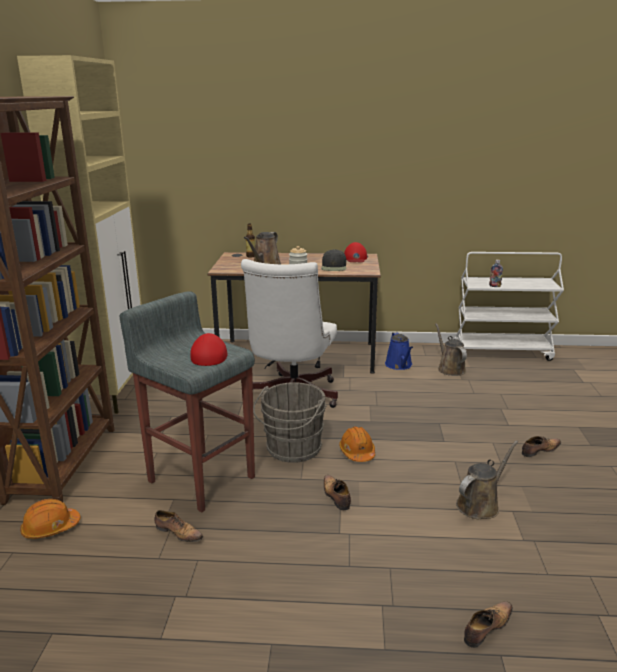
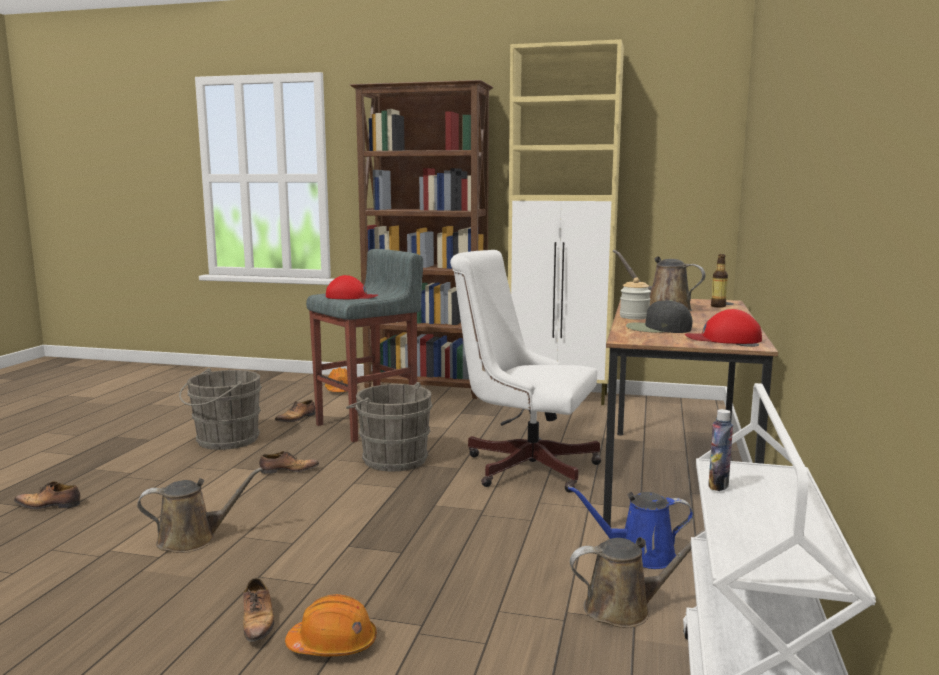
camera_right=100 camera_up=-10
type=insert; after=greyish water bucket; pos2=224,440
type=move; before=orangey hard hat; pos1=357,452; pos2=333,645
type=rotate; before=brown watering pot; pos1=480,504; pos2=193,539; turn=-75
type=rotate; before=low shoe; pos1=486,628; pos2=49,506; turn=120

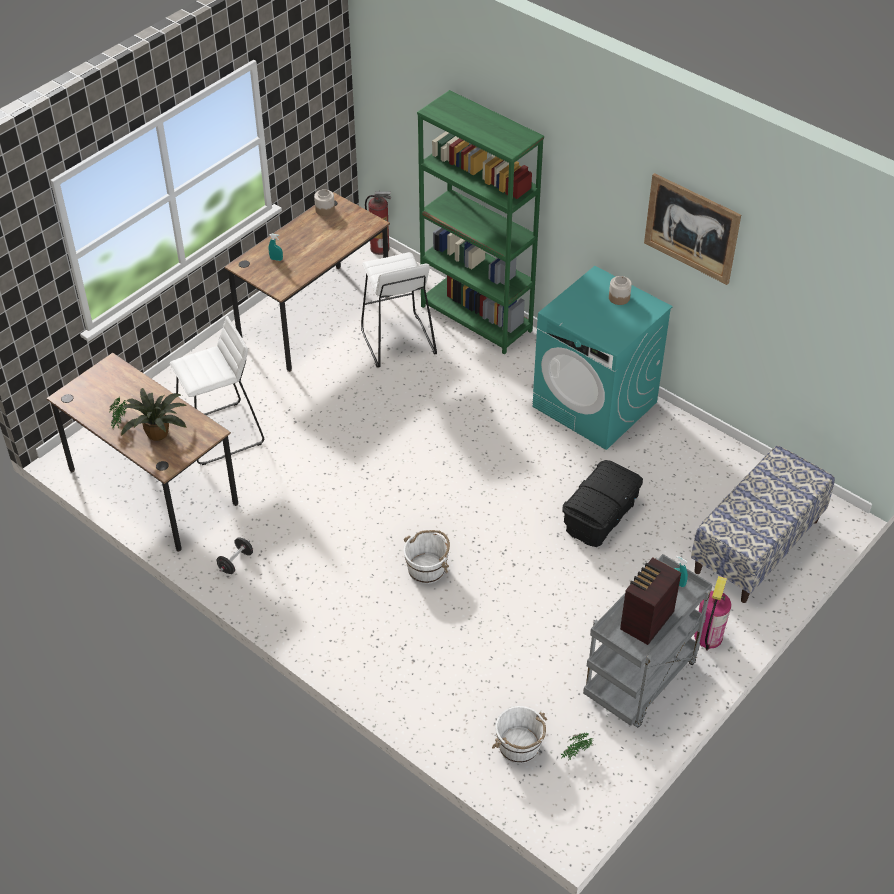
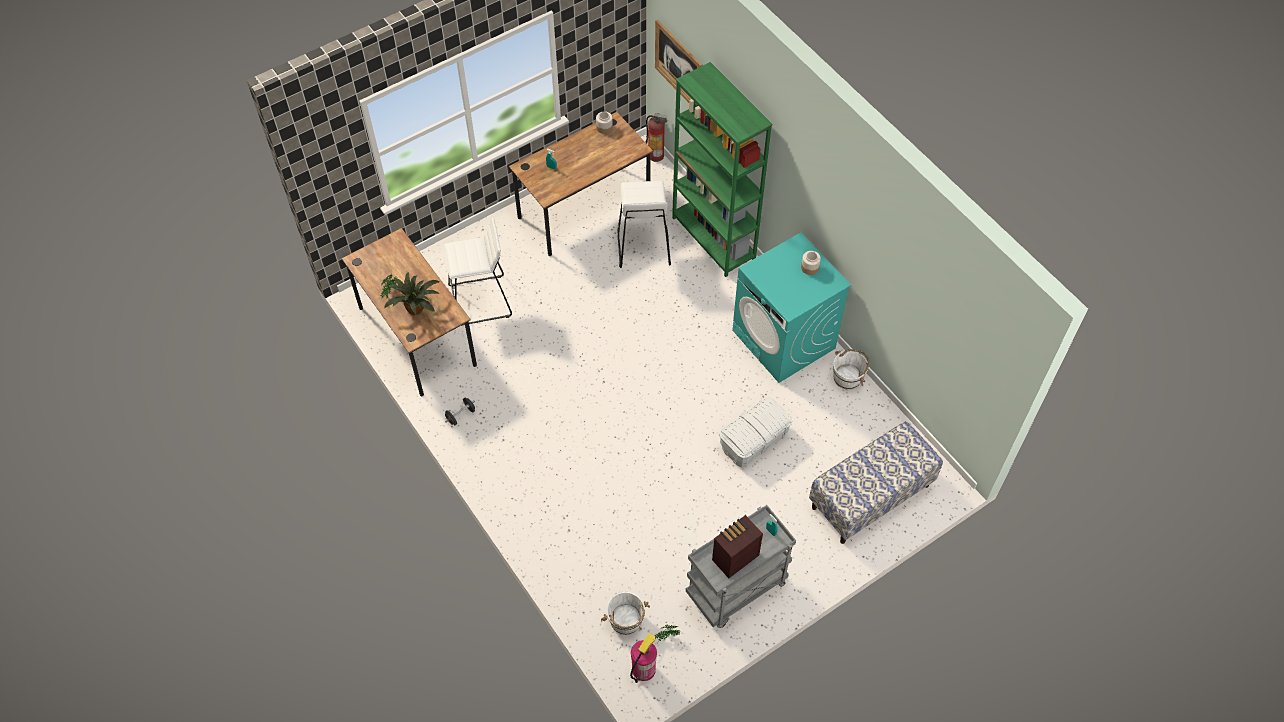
camera_right=15 camera_up=10
type=move; before=white-coloured water bucket; pos1=427,569; pos2=848,377
type=move; before=picture; pos1=691,228; pos2=679,65
type=move; before=fire extinguisher; pos1=708,636; pos2=643,669
type=recolor; before=black storage box; after=white-coloured storage box; pos1=600,516; pos2=754,441

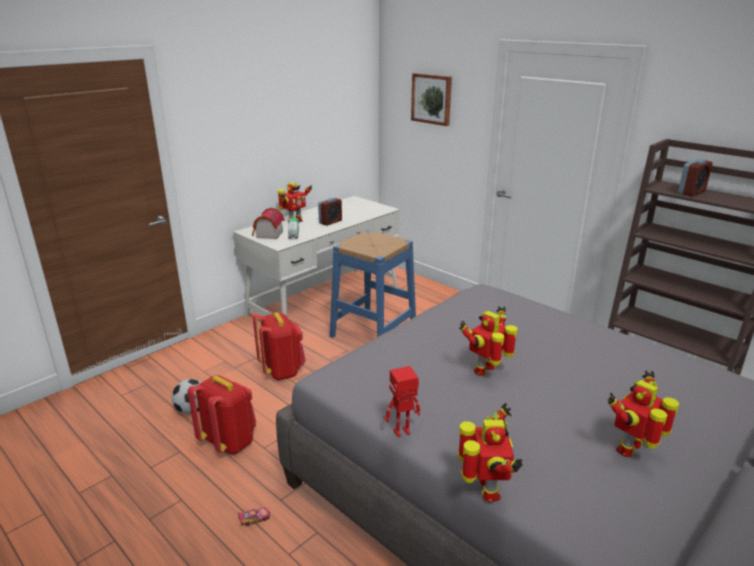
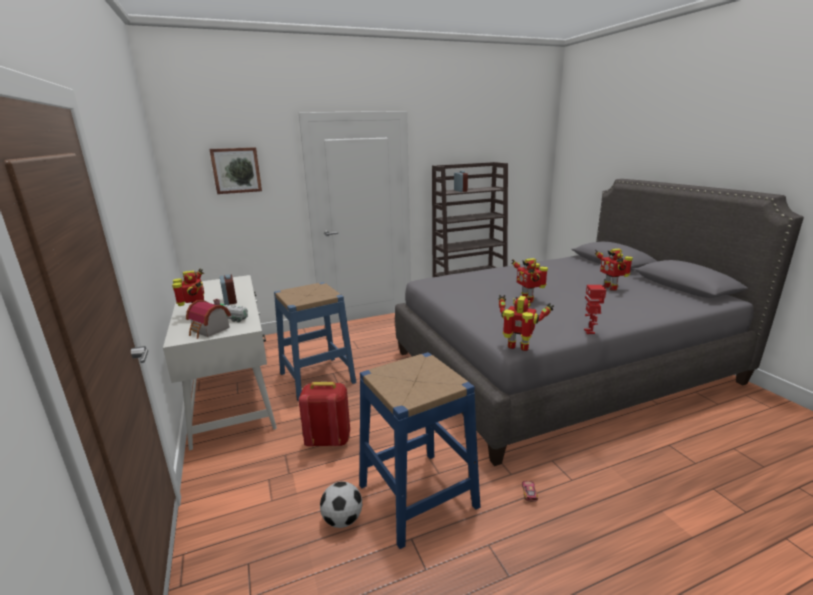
camera_right=-65 camera_up=-5
type=move; before=model robot; pos1=486,491; pos2=518,348
type=replace; before=reddish knapsack; after=bluish sitting stool; pos1=229,442; pos2=417,495

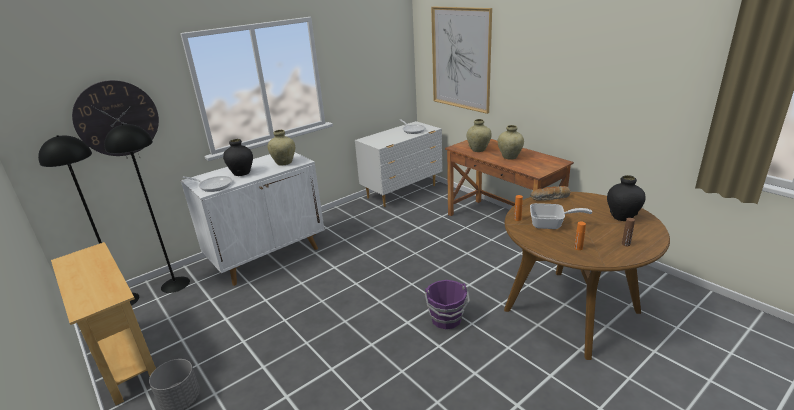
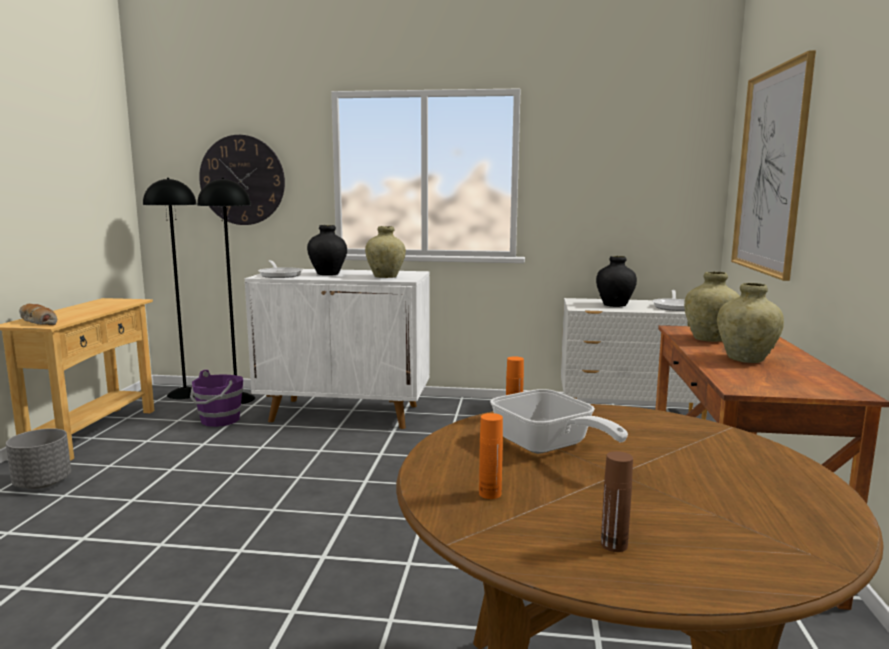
camera_right=45 camera_up=-15
type=move; before=purple-coloured water bucket; pos1=446,319; pos2=219,420
type=move; before=bread; pos1=550,198; pos2=37,322
type=move; before=black vase; pos1=622,217; pos2=615,305

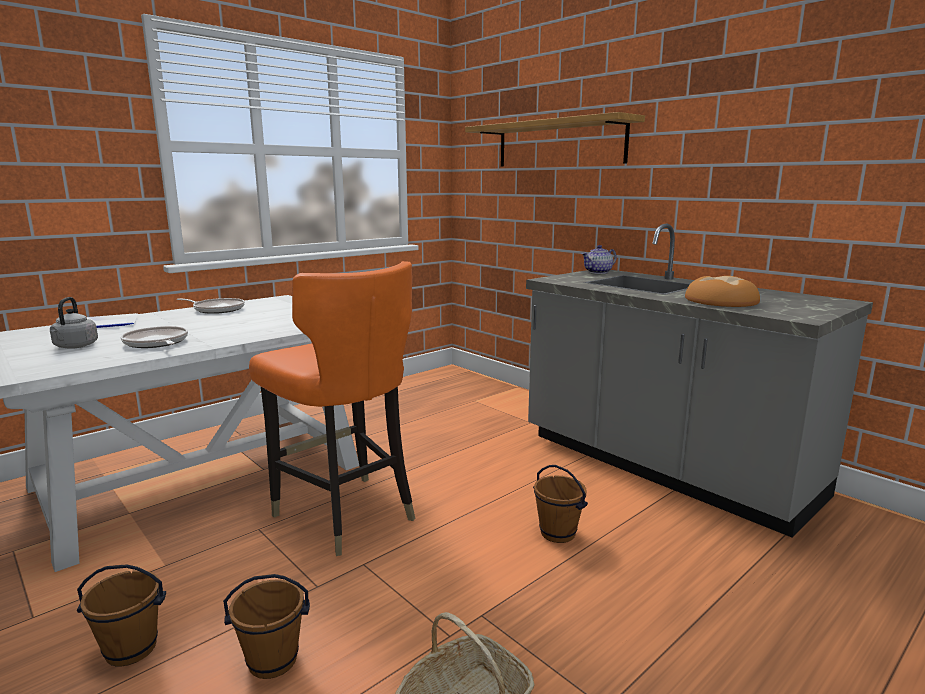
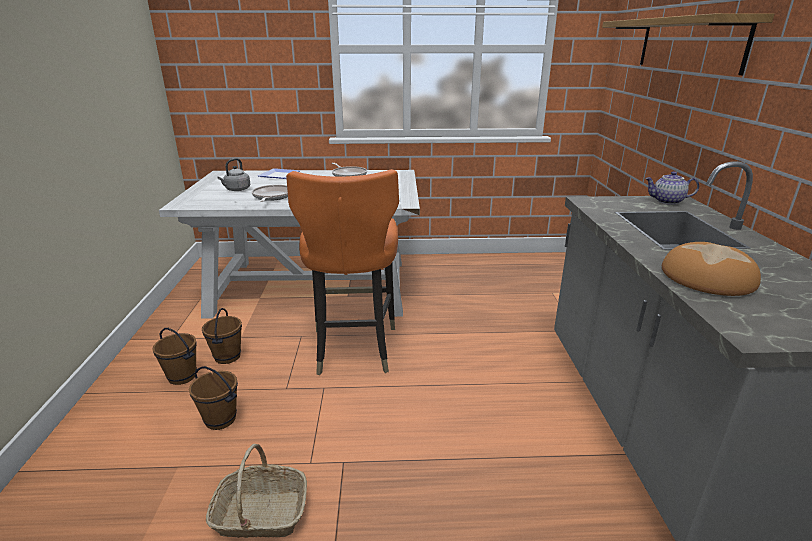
camera_right=40 camera_up=10
type=move; before=brown water bucket; pos1=558,533; pos2=228,357

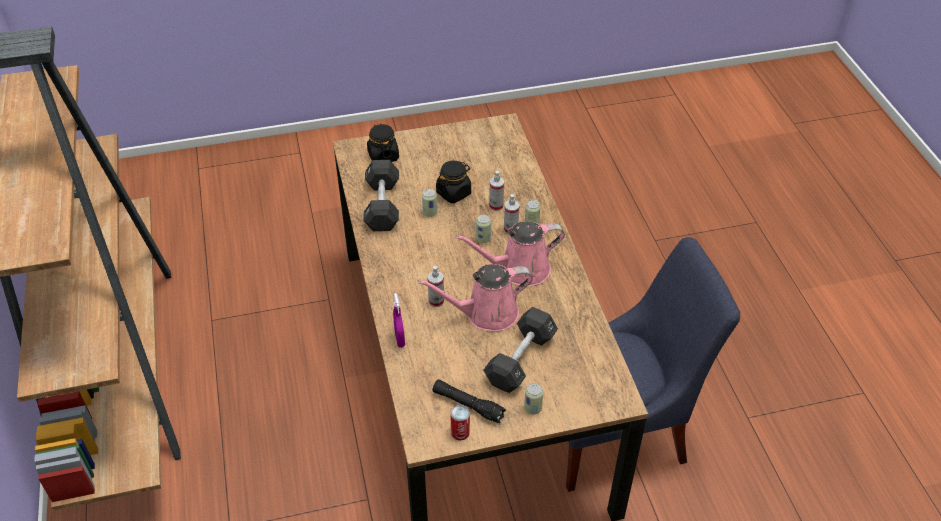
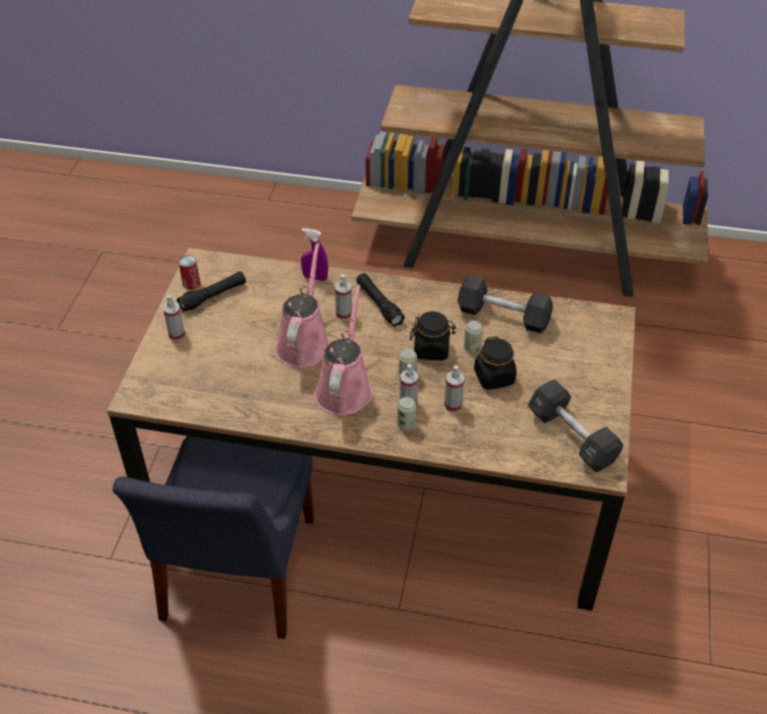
camera_right=115 camera_up=0
type=insert; after=black torch; pos2=379,304
type=move; before=black jar; pos1=383,156; pos2=432,349
type=move; before=black hand weight; pos1=520,359; pos2=572,437
type=replace; before=sealed can; after=sprayer; pos1=532,408; pos2=176,335

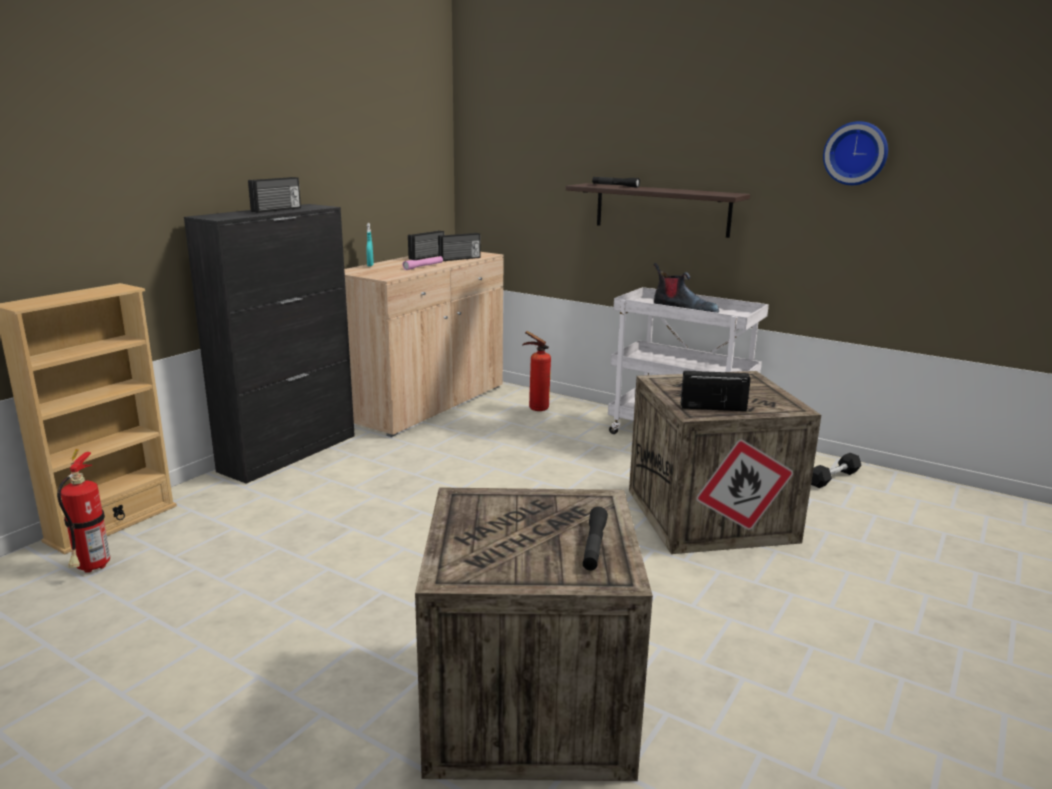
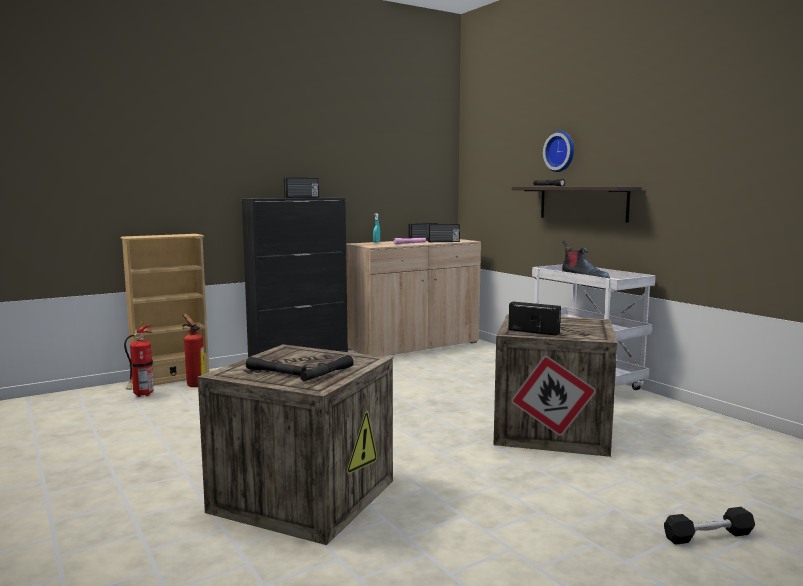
camera_right=25 camera_up=-10
type=insert; after=black torch; pos2=276,373
type=move; before=fire extinguisher; pos1=535,408; pos2=194,385
type=move; before=black hand weight; pos1=833,478; pos2=708,536
type=move; before=wall clock; pos1=856,153; pos2=561,151

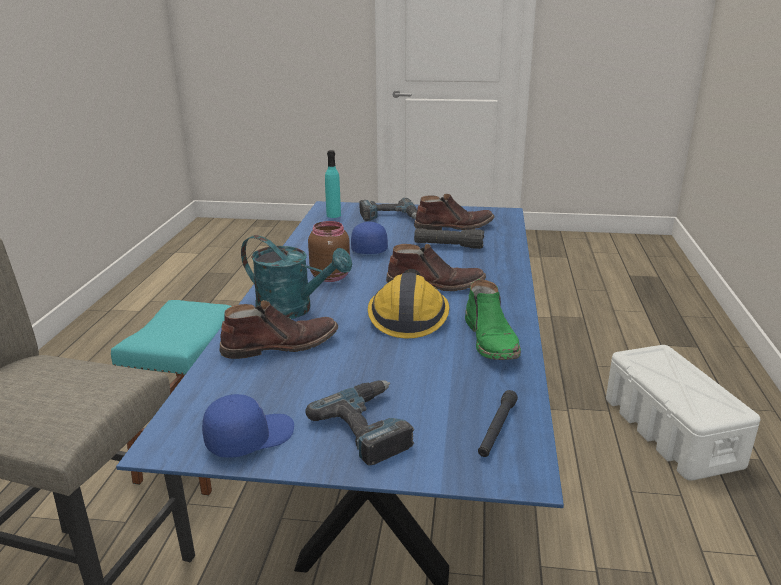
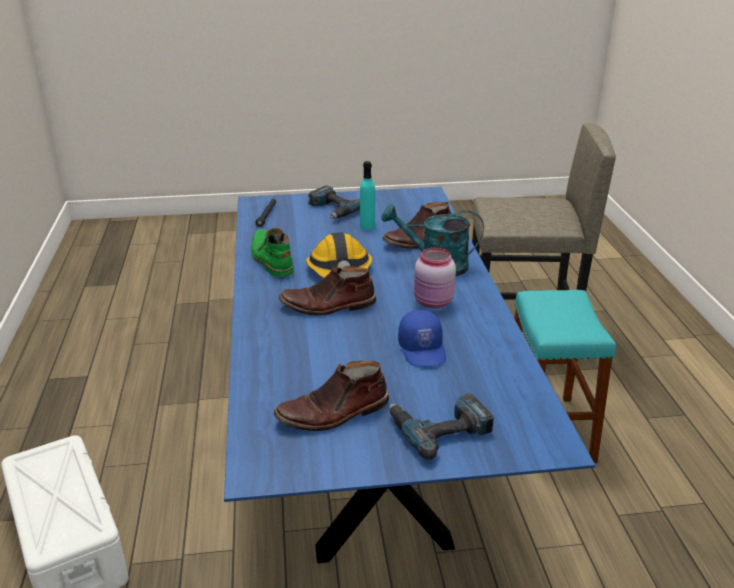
camera_right=165 camera_up=5
type=delete; before=bluish peaked cap; pos1=249,437
type=delete; before=black torch; pos1=448,246
type=move; before=turquoise-coloured drink bottle; pos1=333,215; pos2=367,226
type=recolor; before=brown jar; after=pink jar; pos1=331,276; pos2=433,302

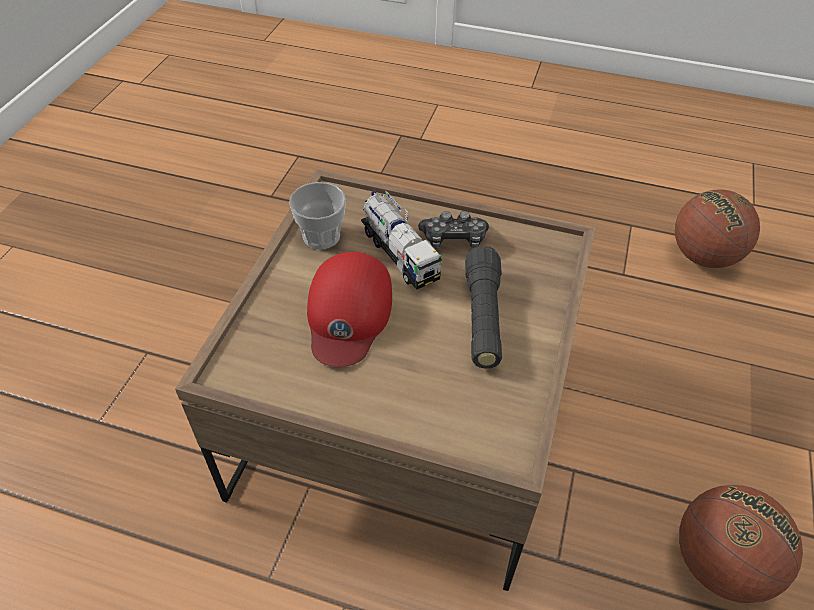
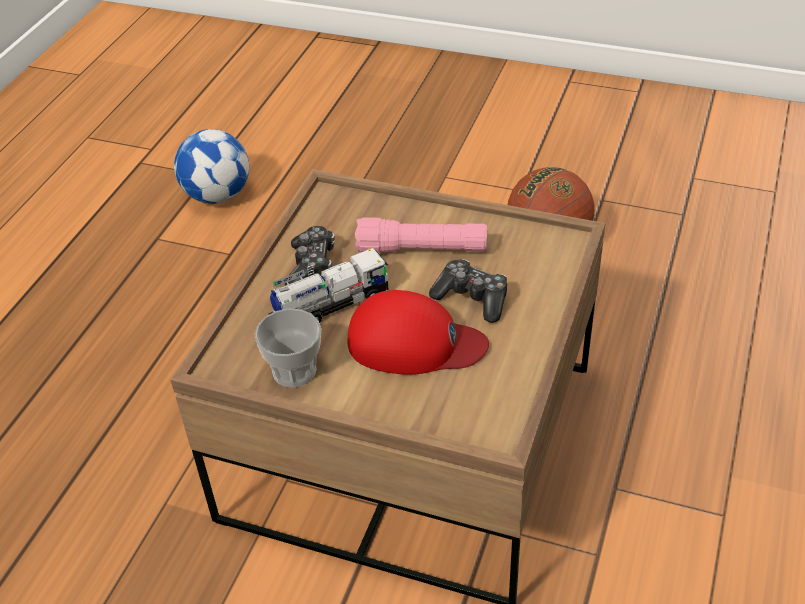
camera_right=-85 camera_up=-5
type=insert; after=gamepad; pos2=472,298
type=replace; before=basketball ball; after=football; pos1=703,256; pos2=217,195
type=recolor; before=black torch; after=pink torch; pos1=482,317; pos2=422,249

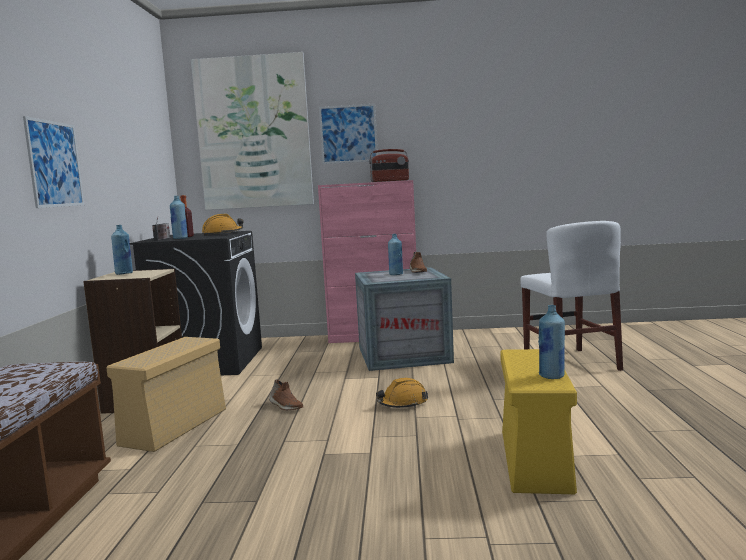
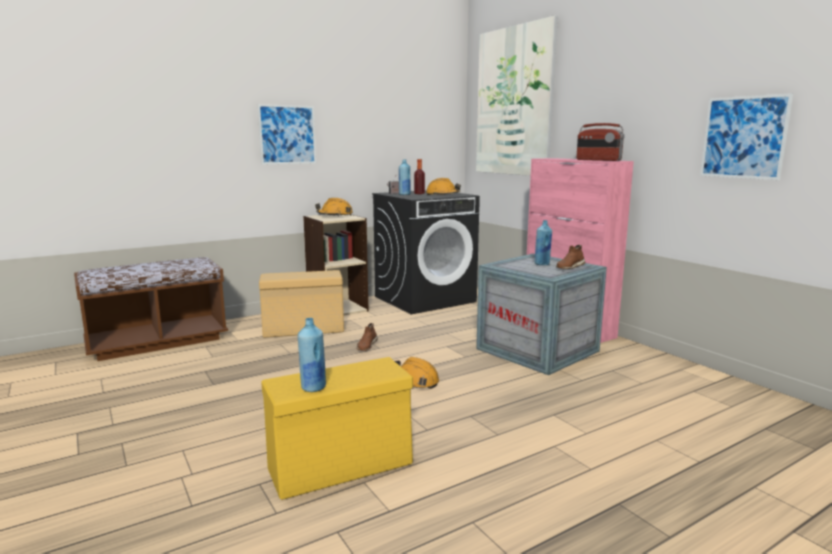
camera_right=55 camera_up=5
type=delete; before=white-coloured plain chair; pos1=570,363
type=move; before=picture; pos1=348,134; pos2=743,137
type=replace; before=bluish drink bottle; after=orangey hard hat; pos1=124,273; pos2=335,215

